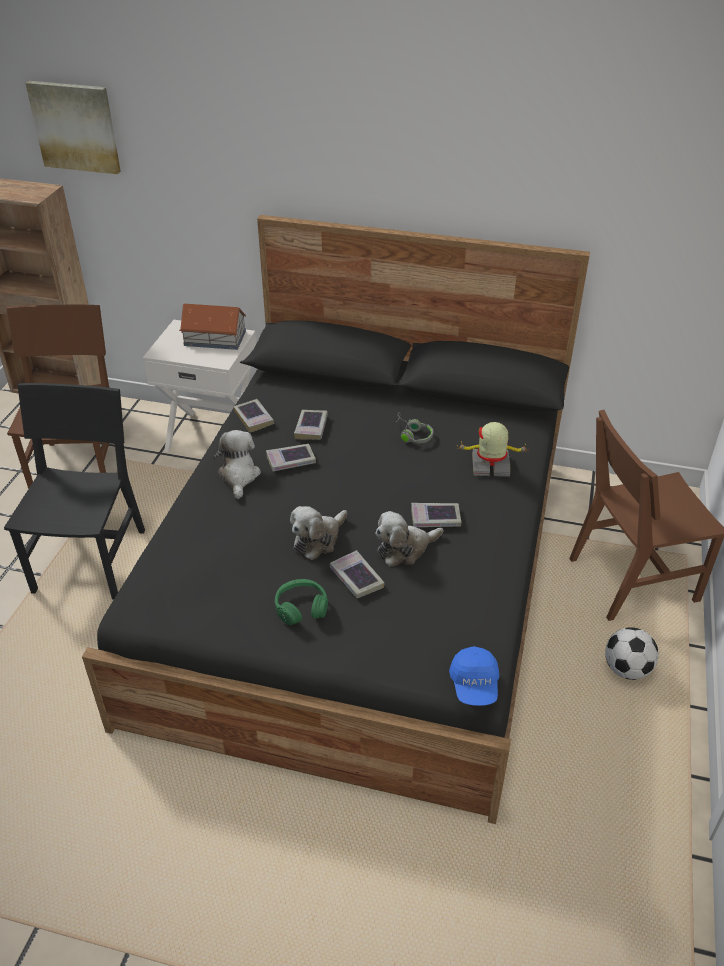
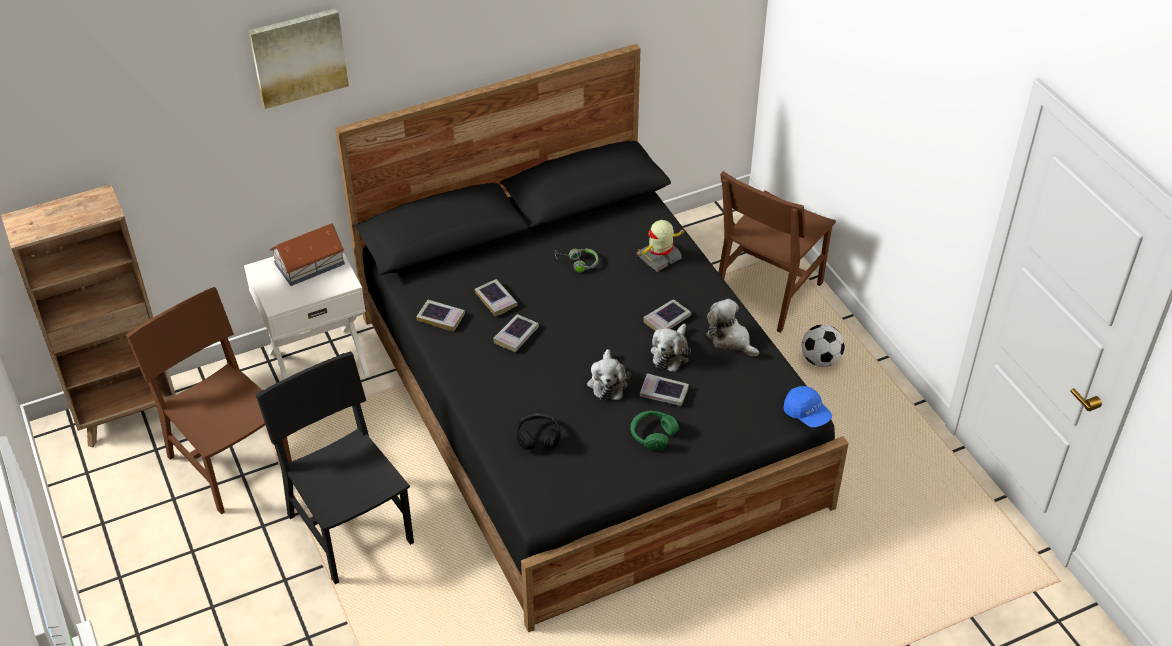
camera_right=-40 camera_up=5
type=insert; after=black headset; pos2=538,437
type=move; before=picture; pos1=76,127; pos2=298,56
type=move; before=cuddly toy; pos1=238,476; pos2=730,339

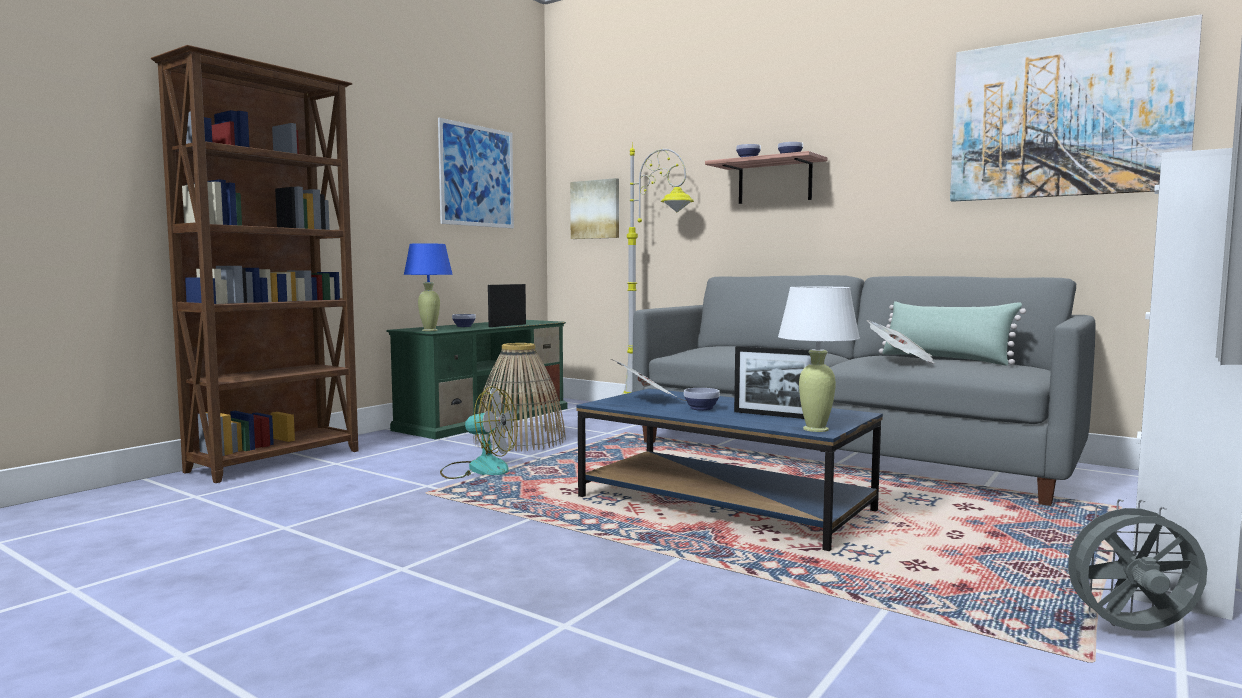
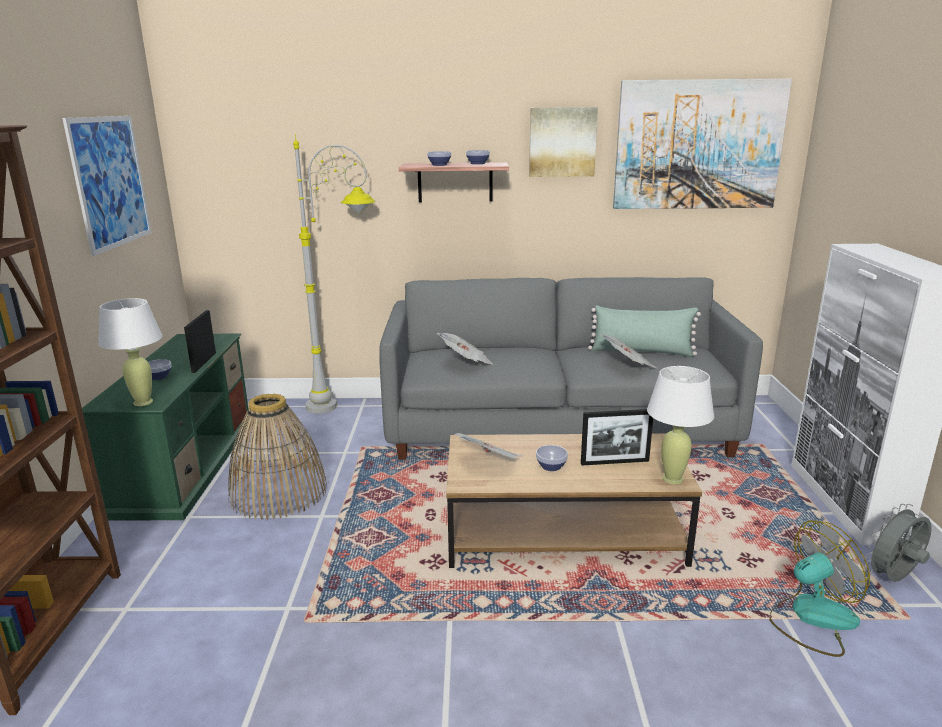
camera_right=-35 camera_up=15
type=insert; after=newspaper; pos2=466,362
type=move; before=cooling fan; pos1=478,469; pos2=812,618
type=move; before=picture; pos1=595,209; pos2=562,142
type=recolor; before=bluish lamp for a table; after=white-coloured lamp for a table; pos1=429,330; pos2=143,402
type=recolor; before=bluish lounge table; after=brown lounge table; pos1=724,504; pos2=562,532

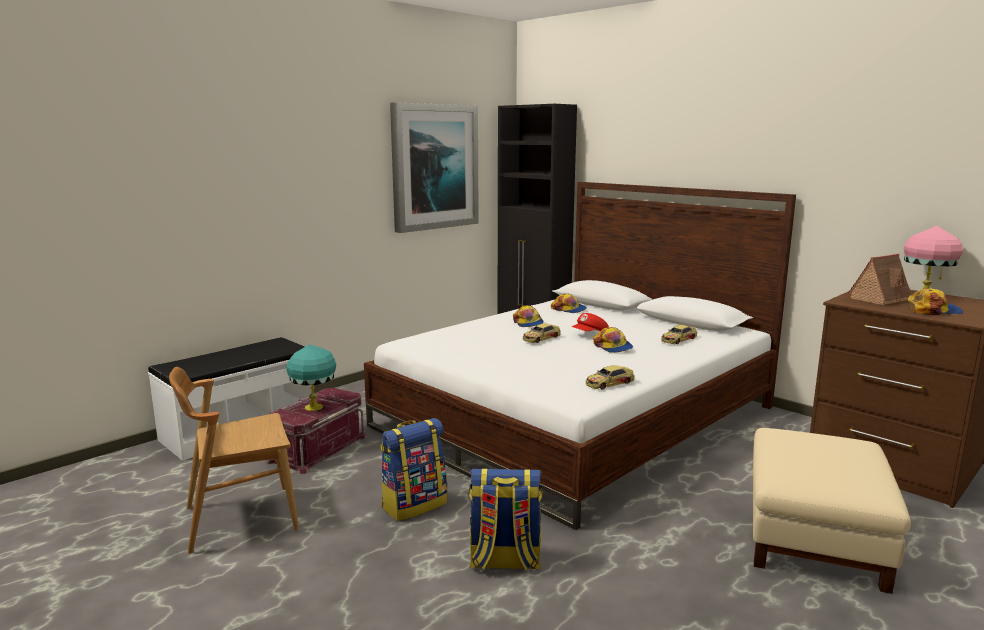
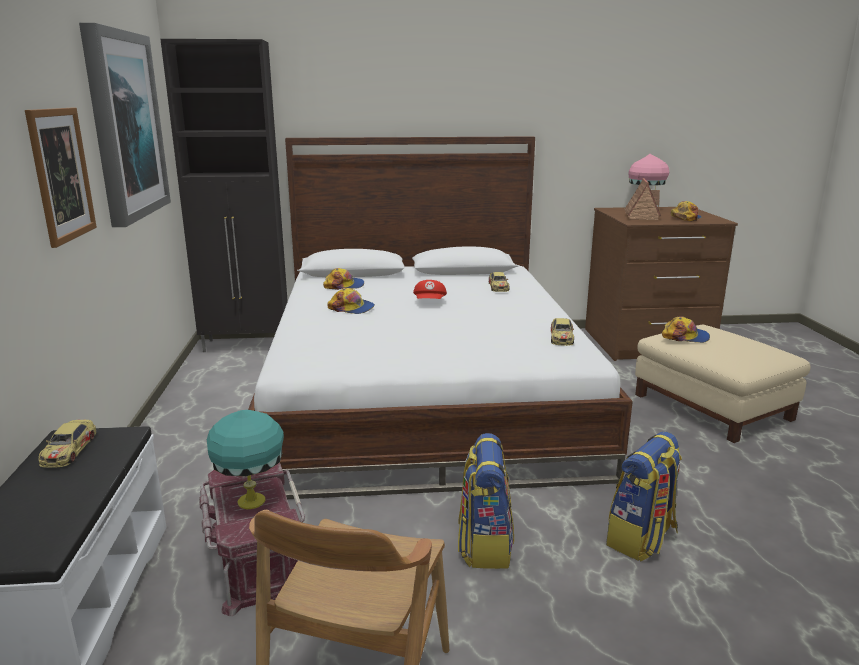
camera_right=-50 camera_up=5
type=insert; after=picture; pos2=61,174
type=move; before=miniature car; pos1=541,338; pos2=69,449
type=move; before=peaked cap; pos1=613,347; pos2=685,337

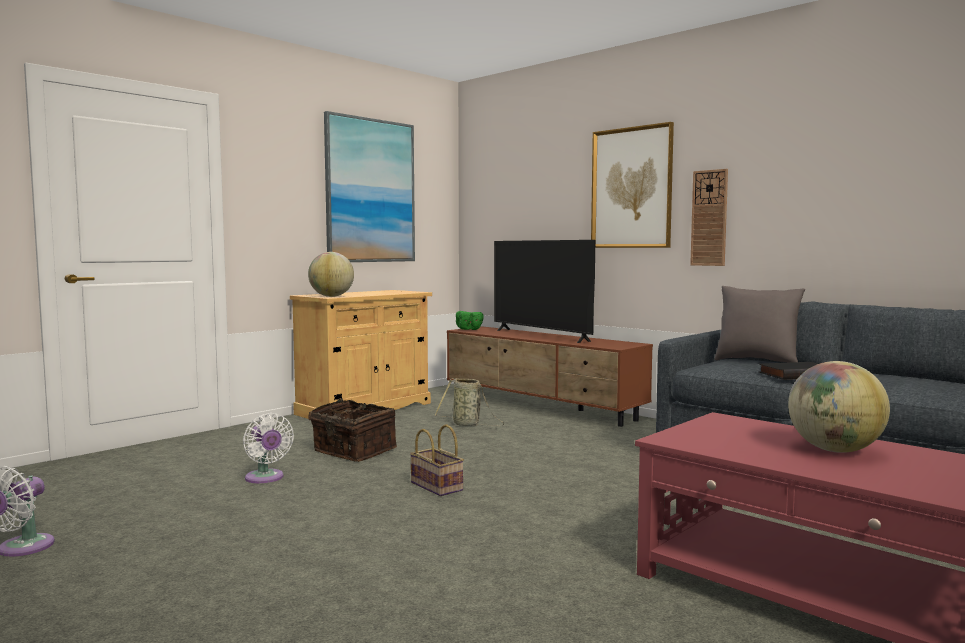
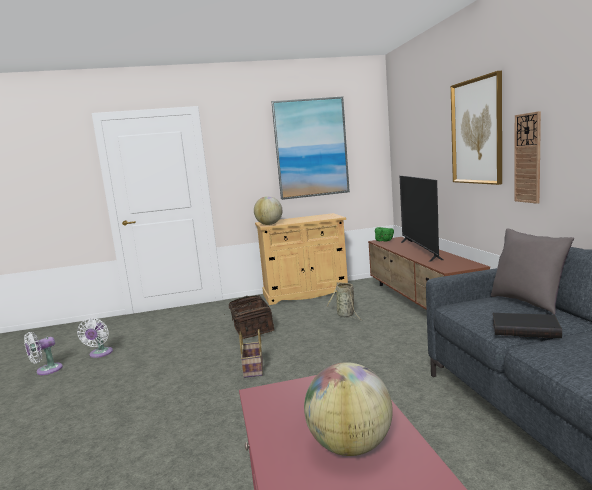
camera_right=35 camera_up=5
type=move; before=white-coloured cooling fan; pos1=265,478; pos2=100,354

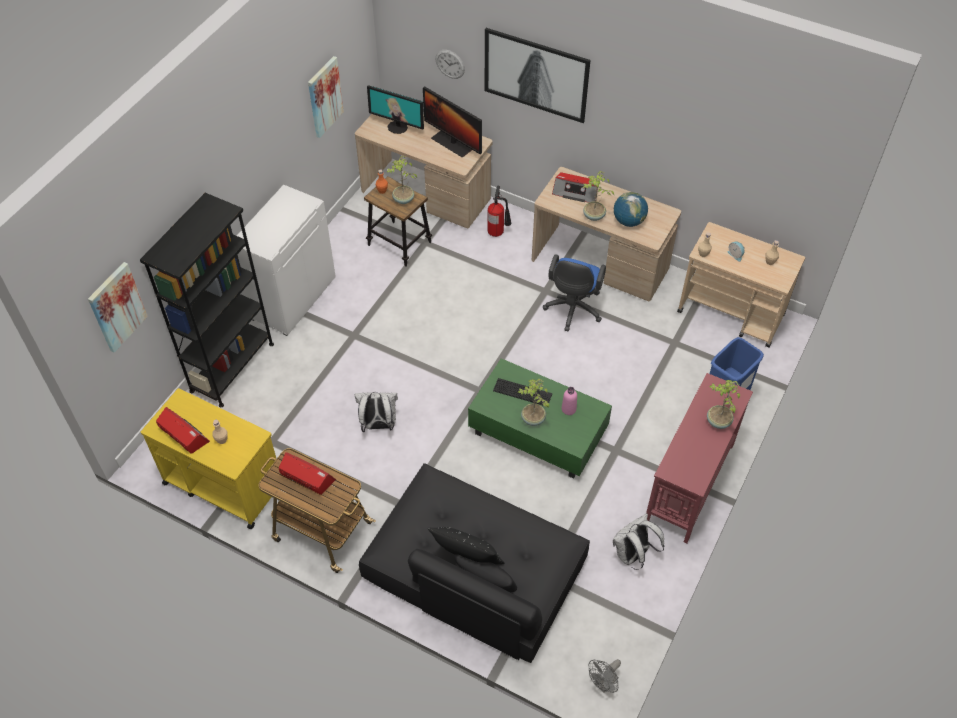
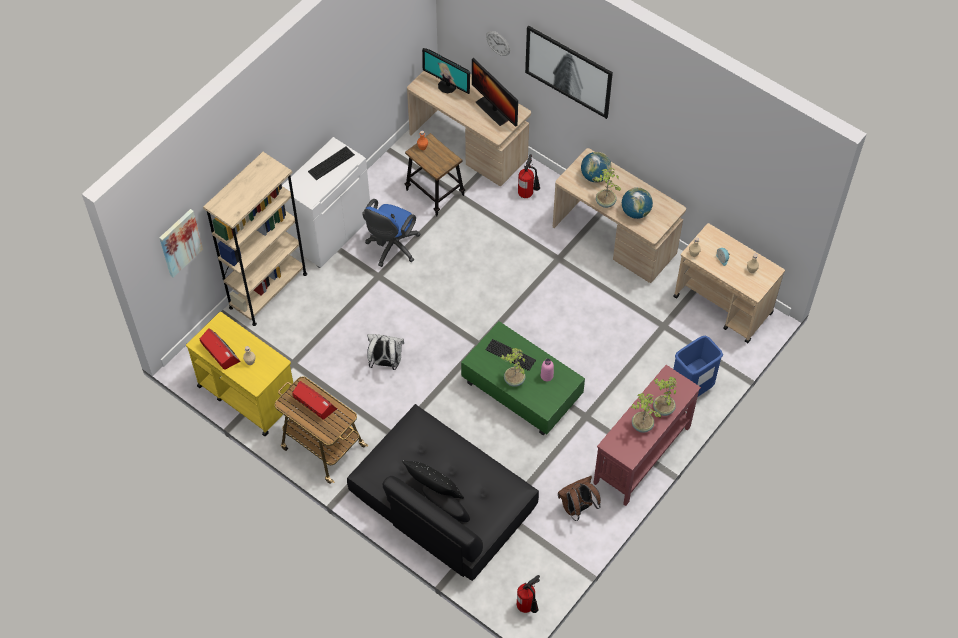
camera_right=10 camera_up=5
type=delete; before=picture; pos1=324,96
type=insert; after=computer keyboard; pos2=331,163
type=move; before=houseplant; pos1=403,200; pos2=642,426
type=move; before=bluish desk chair; pos1=572,310; pos2=391,248
type=replace; before=radio; after=globe; pos1=576,192; pos2=595,176
type=replace; before=greyish cooling fan; after=fire extinguisher; pos1=604,684; pos2=528,607
type=recolor; before=black bookshelf; after=sand-coloured bookshelf; pos1=232,367; pos2=268,290
type=recolor; before=white-coloured knapsack; after=brown knapsack; pos1=632,555; pos2=577,508

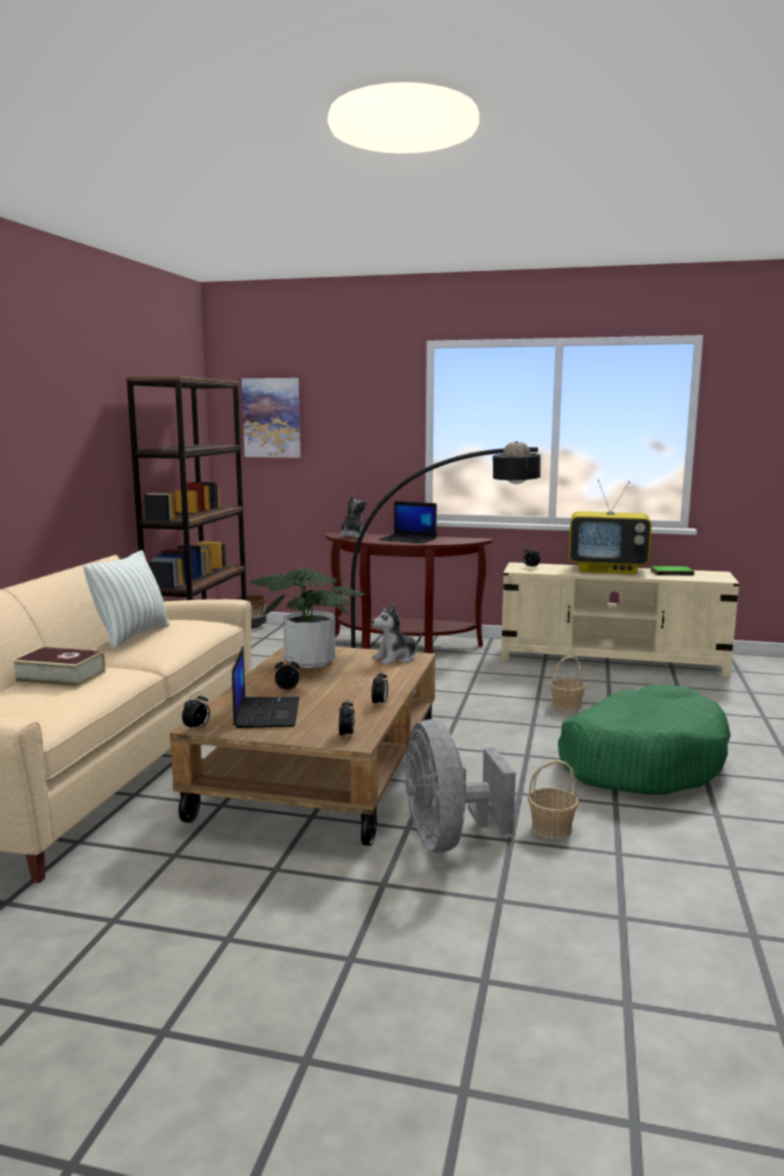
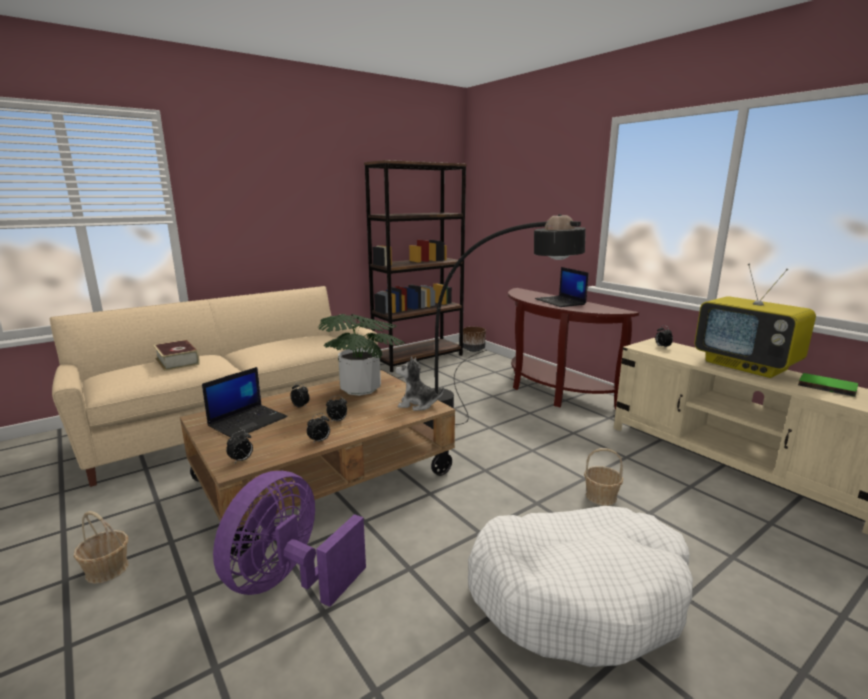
camera_right=40 camera_up=5
type=delete; before=throw pillow; pos1=132,636
type=delete; before=picture; pos1=272,418
type=delete; before=cuddly toy; pos1=352,536
type=move; before=bedside clock; pos1=197,728; pos2=337,421
type=move; before=household basket; pos1=552,828; pos2=107,570
type=recolor; before=greyish cooling fan; after=purple-coloured cooling fan; pos1=448,839; pos2=289,581
type=recolor; before=green dog bed; after=white-coloured dog bed; pos1=641,761; pos2=577,595

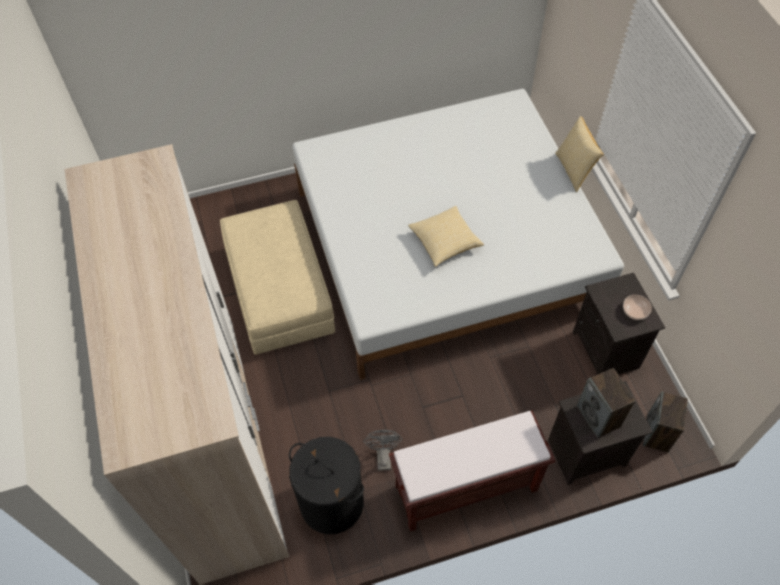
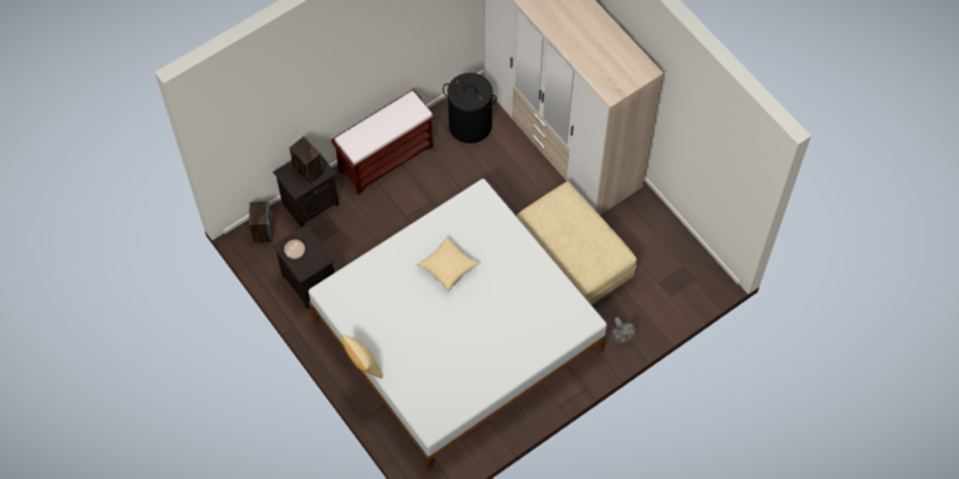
camera_right=160 camera_up=5
type=move; before=greyish cooling fan; pos1=383,456; pos2=621,338

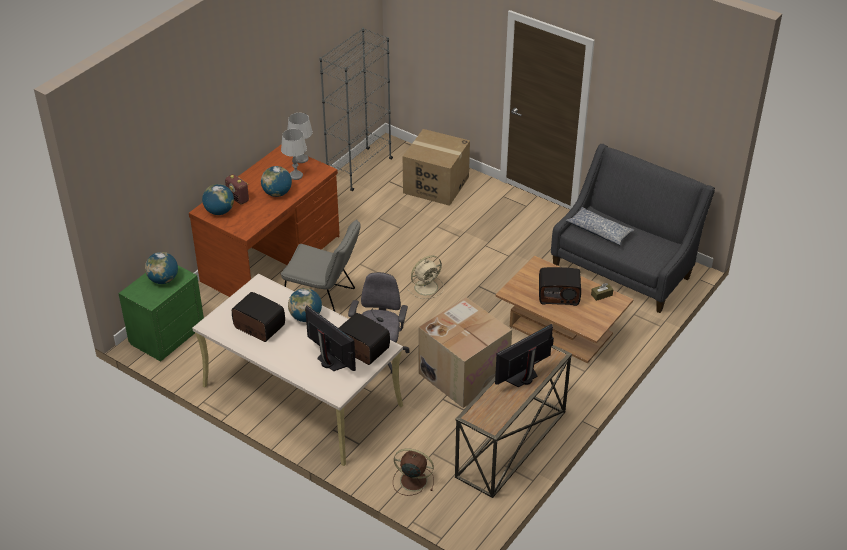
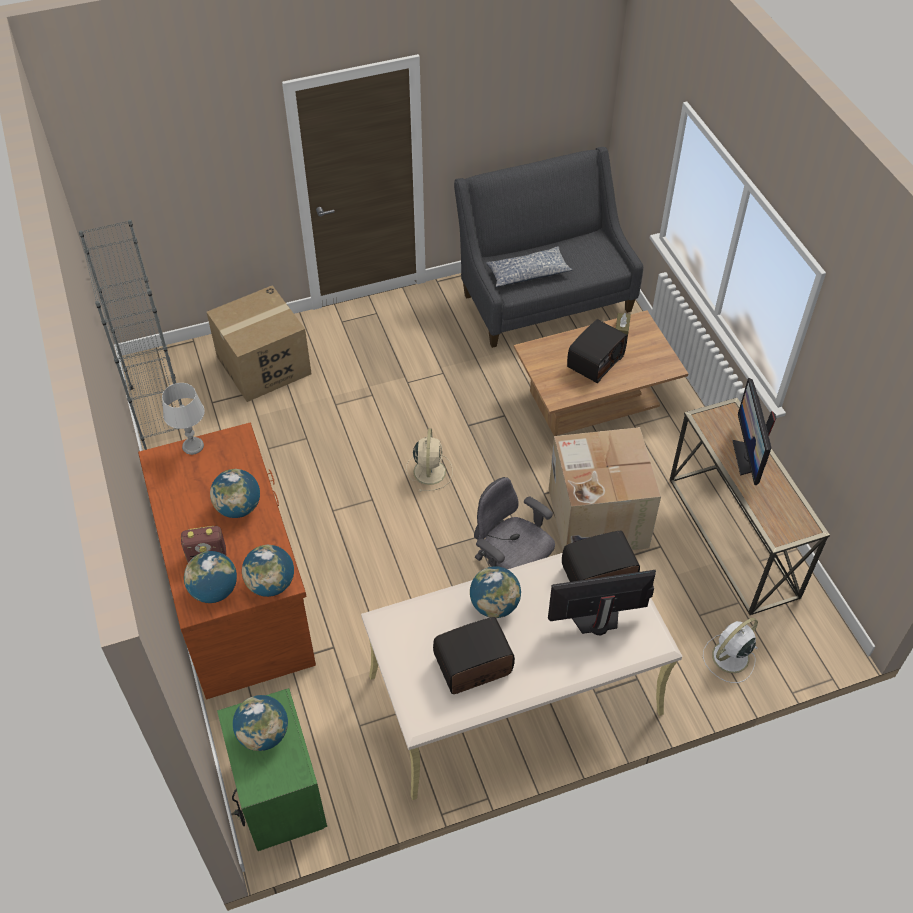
camera_right=-55 camera_up=10
type=delete; before=greyish lamp for a table; pos1=296,175
type=delete; before=greyish plain chair; pos1=324,300
type=insert; after=globe; pos2=271,584
type=recolor; before=brown cooling fan; after=white-coloured cooling fan; pos1=412,480; pos2=729,658

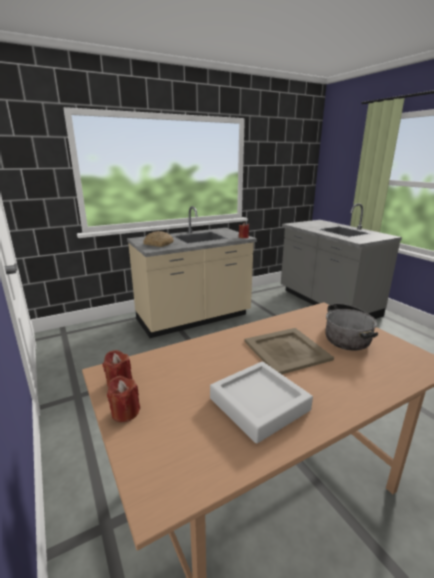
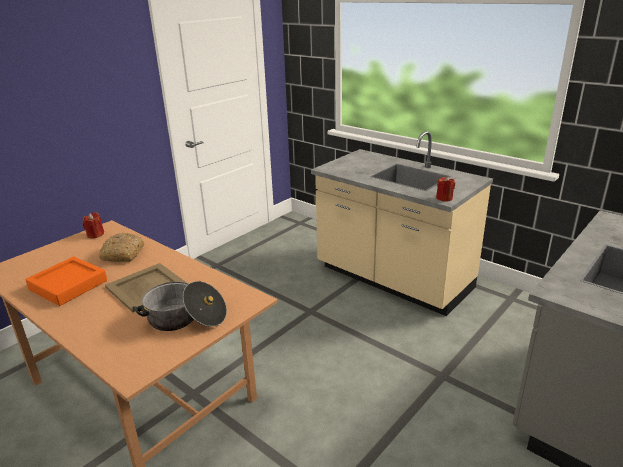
camera_right=70 camera_up=5
type=delete; before=reddish candle; pos1=125,412
type=move; before=bread; pos1=158,244; pos2=123,254
type=recolor; before=greyish tray; after=orangey tray; pos1=259,404; pos2=68,285

